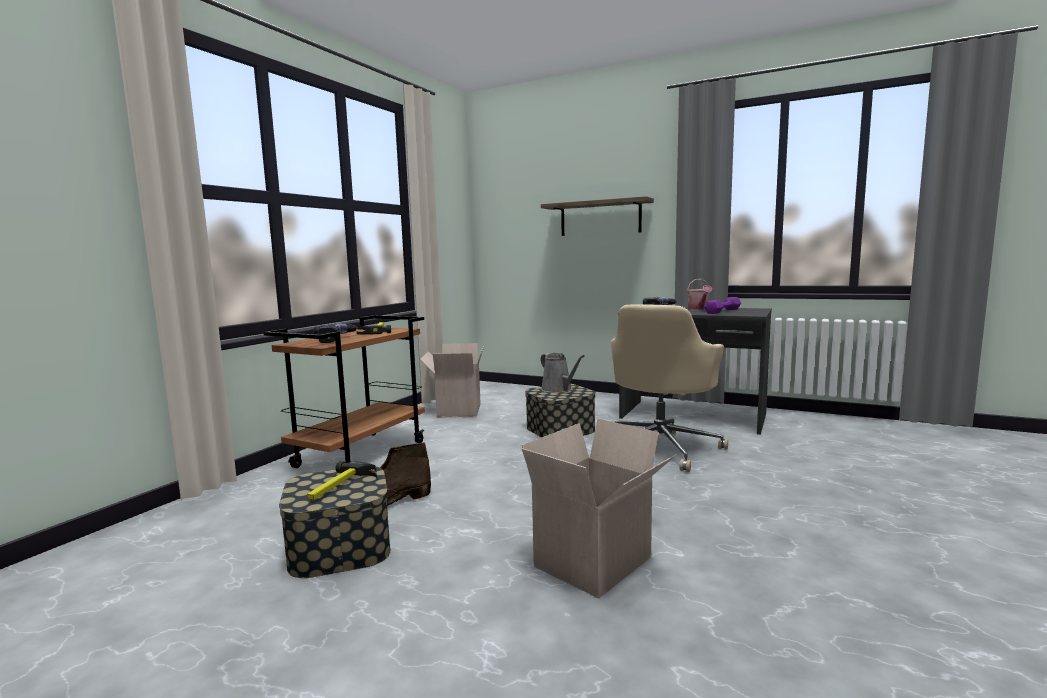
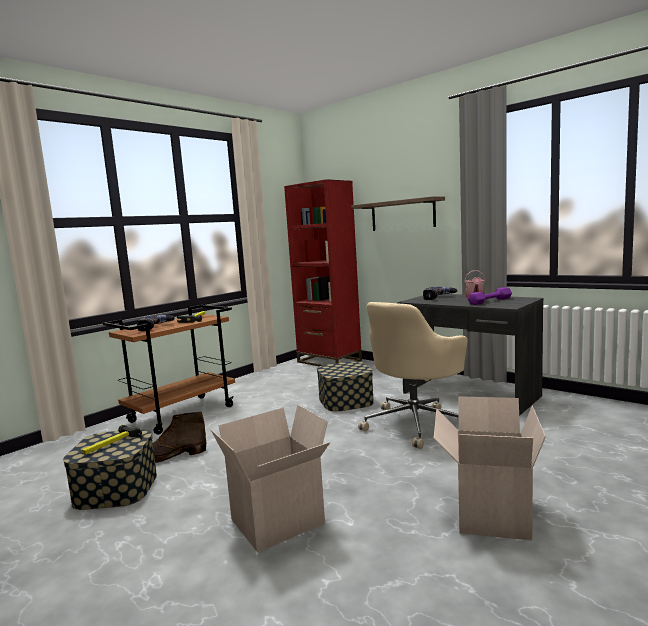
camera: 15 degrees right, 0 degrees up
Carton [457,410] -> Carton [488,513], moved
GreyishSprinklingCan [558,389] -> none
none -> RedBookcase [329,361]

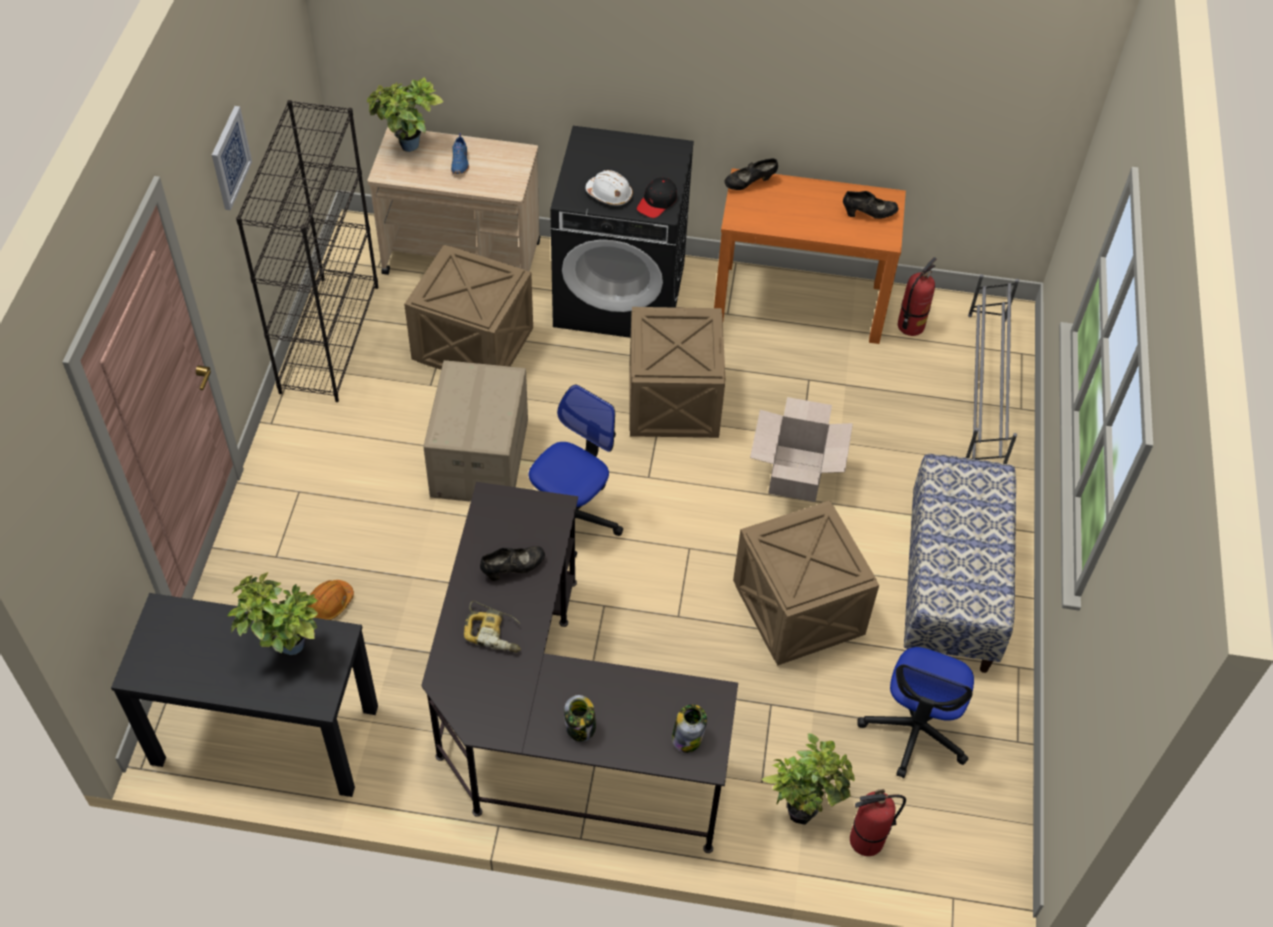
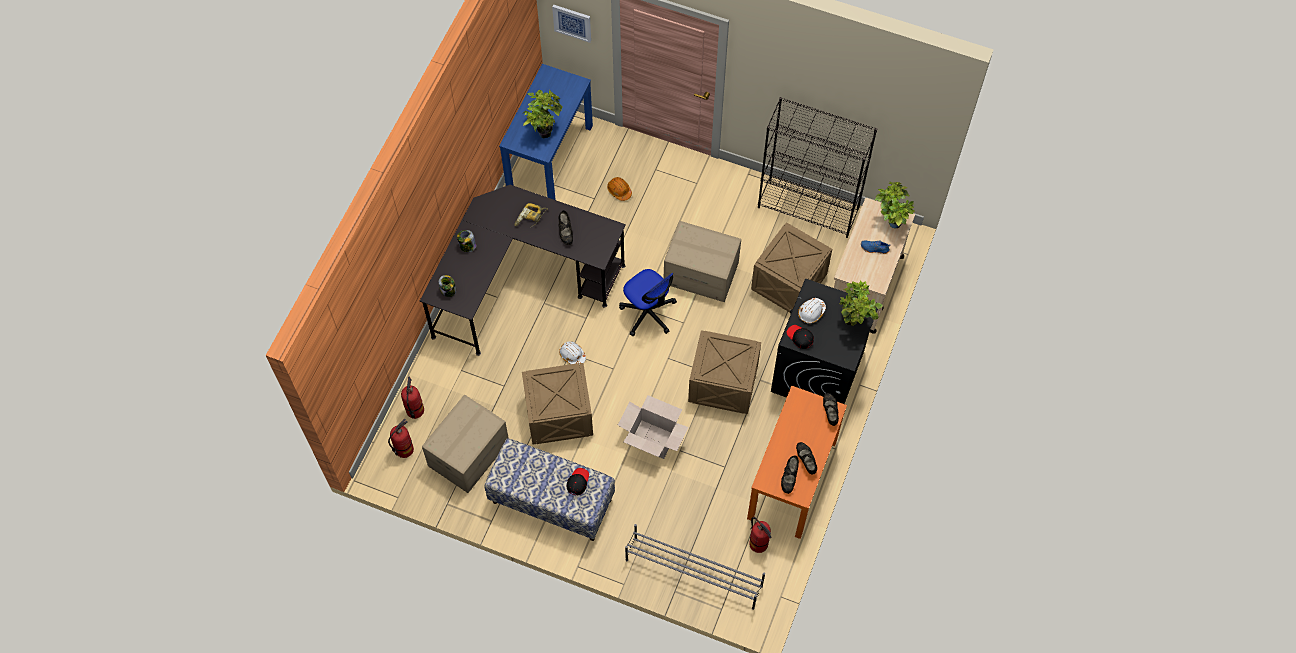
camera: 105 degrees right, 10 degrees up
Picture [229,158] -> Picture [572,22], moved
BlackishHallTable [264,735] -> BlueHallTable [550,156]
DeskChair [915,731] -> Carton [468,453]
Houseplant [802,807] -> Houseplant [854,322], moved
none -> WhiteColouredHardHat [572,355]
none -> Extinguisher [404,449]
none -> BlackishLowShoe [806,461]
none -> BlackishPeakedCap [578,482]

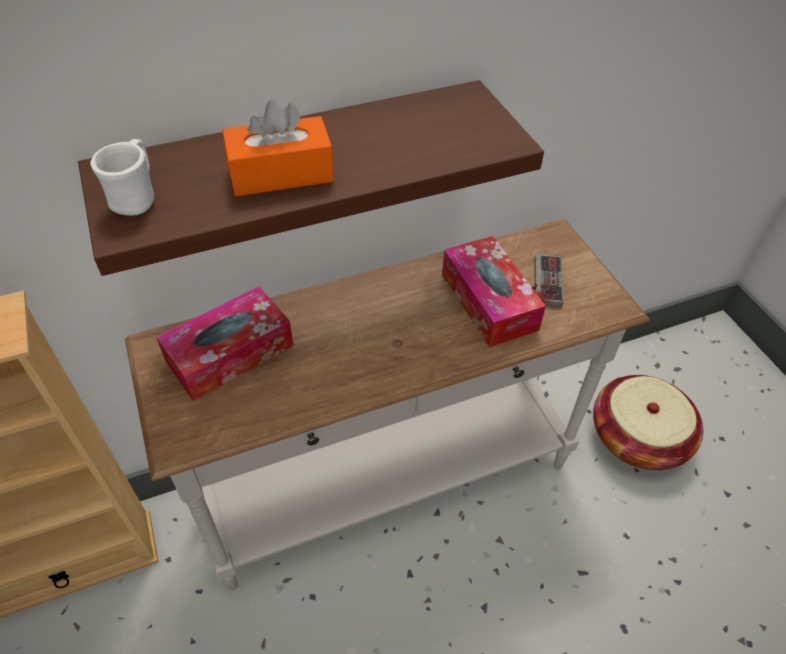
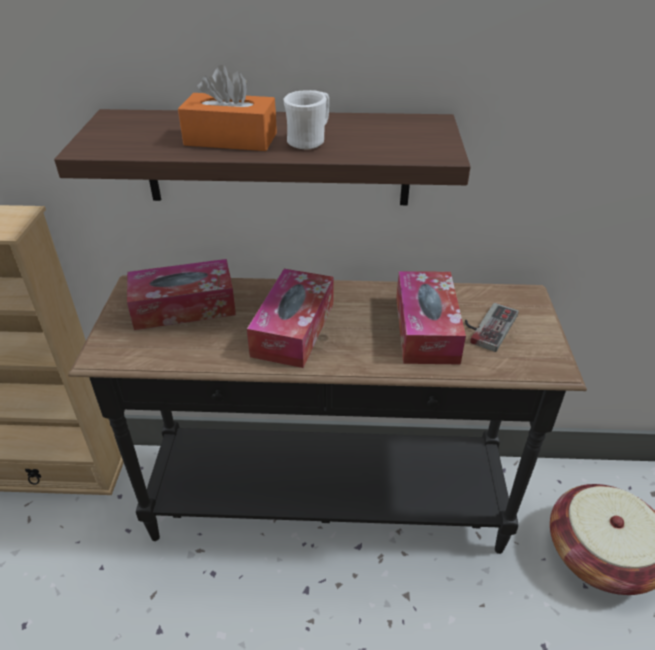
camera: 25 degrees right, 10 degrees down
WhiteColouredMug [137,198] -> WhiteColouredMug [310,141], moved
WhiteColouredHallTable [389,483] -> BlackishHallTable [327,505]
none -> TissueBox [293,329]

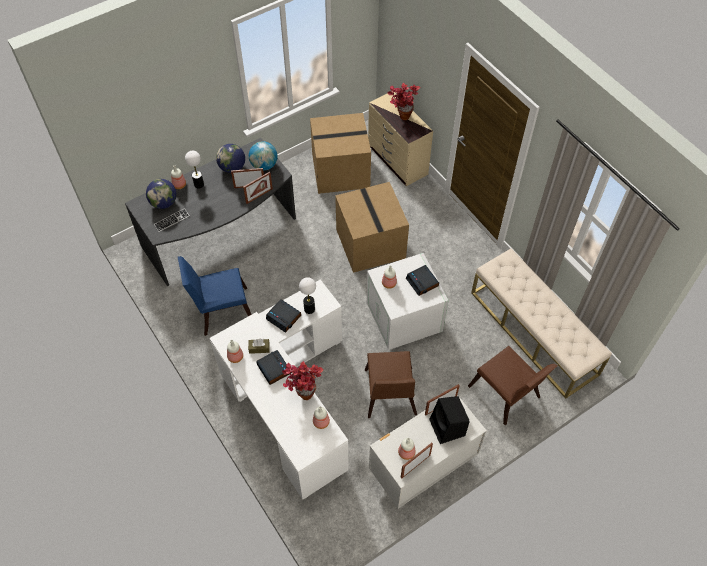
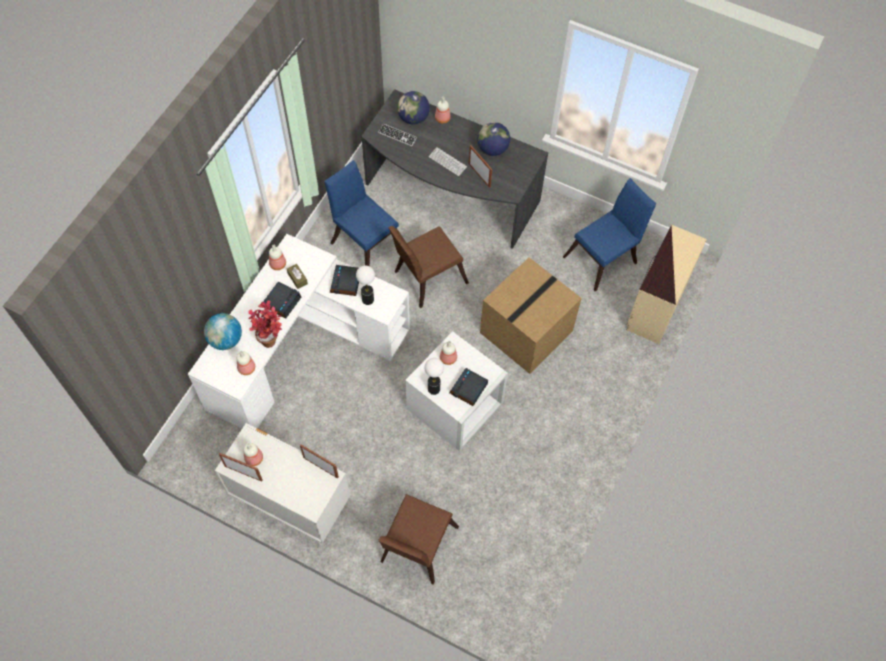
camera: 60 degrees right, 5 degrees up
Houseplant [401,115] -> none
Carton [341,170] -> BlueUprightChair [604,258]
WorldGlobe [264,165] -> WorldGlobe [226,340], moved
TableLamp [199,184] -> TableLamp [433,389], moved
PhotoFrame [259,196] -> none
BeigeColouredIndoorBench [533,333] -> none
BrownColouredUprightChair [389,396] -> BrownColouredUprightChair [426,278], moved
BlackishLoudspeaker [448,428] -> none
none -> PcKeyboard [447,162]

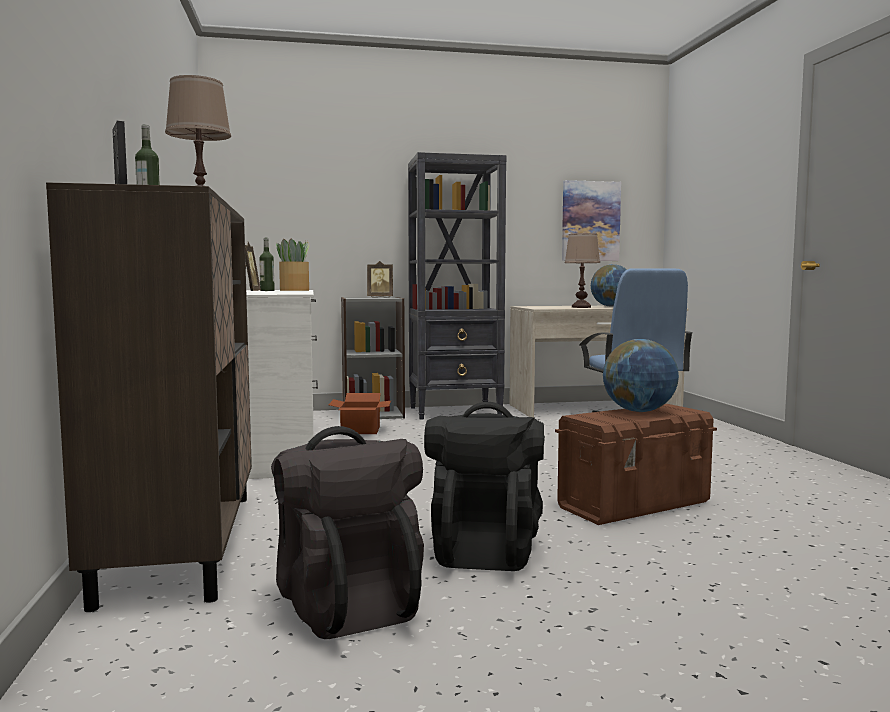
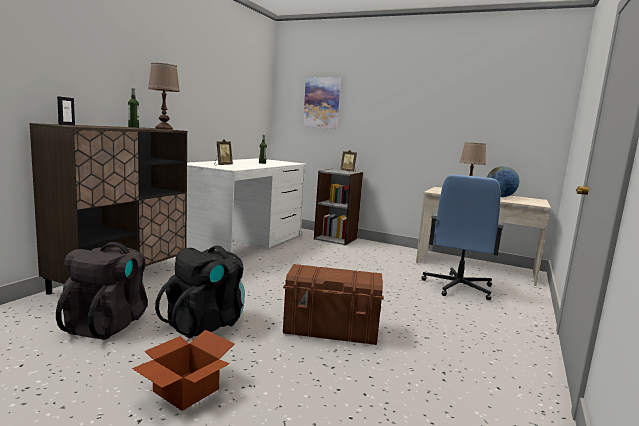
camera: 35 degrees right, 5 degrees up
BlackishBookcase [456,412] -> none
Picture [590,221] -> Picture [322,102], moved
Houseplant [295,290] -> none
WorldGlobe [639,411] -> none
Carton [359,430] -> Carton [184,390], moved

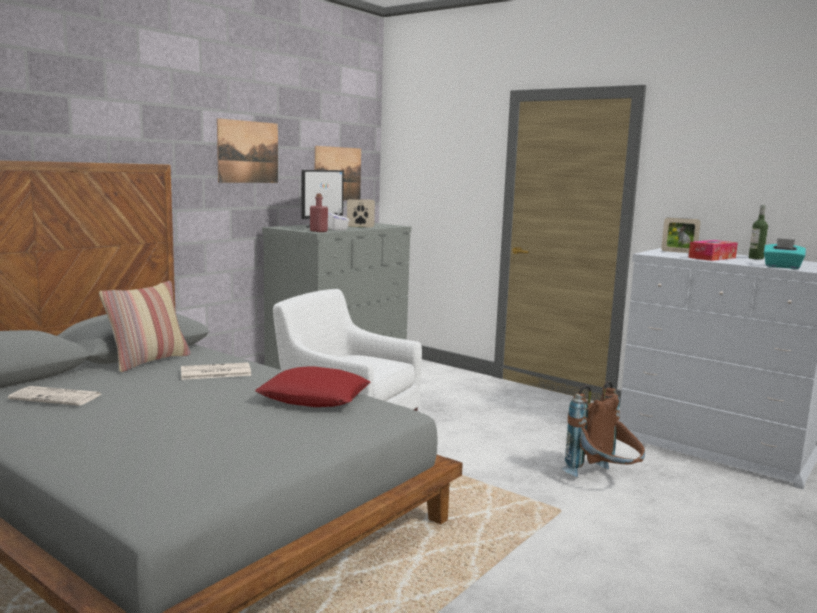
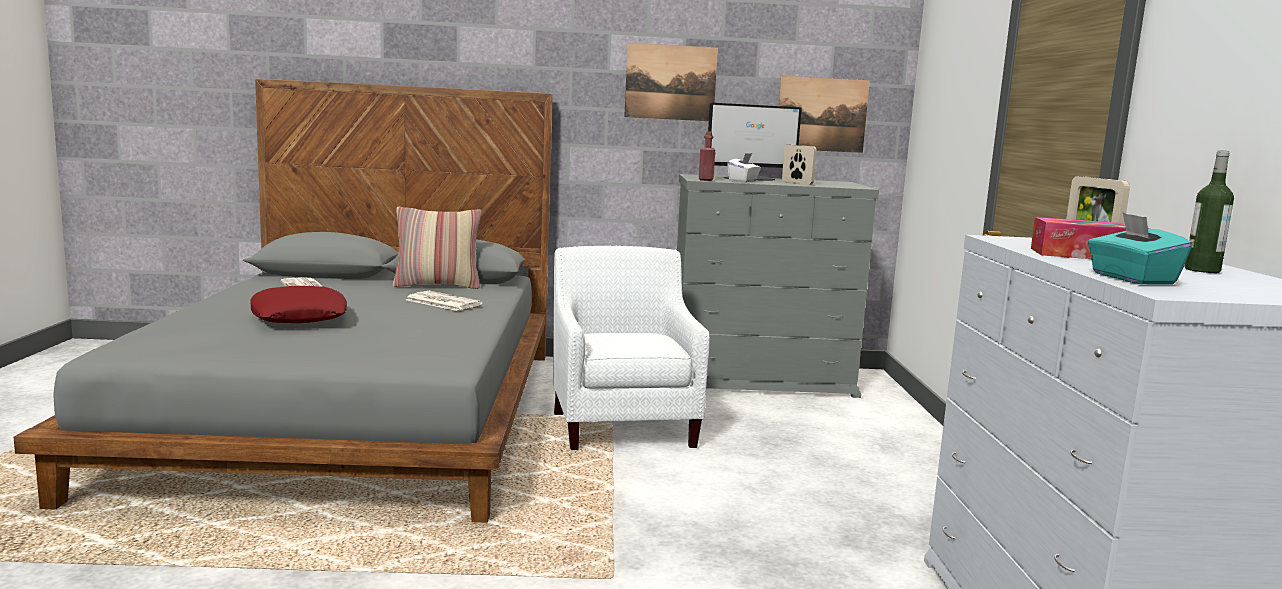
camera: 50 degrees right, 0 degrees up
RedPillow [314,397] -> RedPillow [298,316], moved
BrownColouredBackpack [604,480] -> none

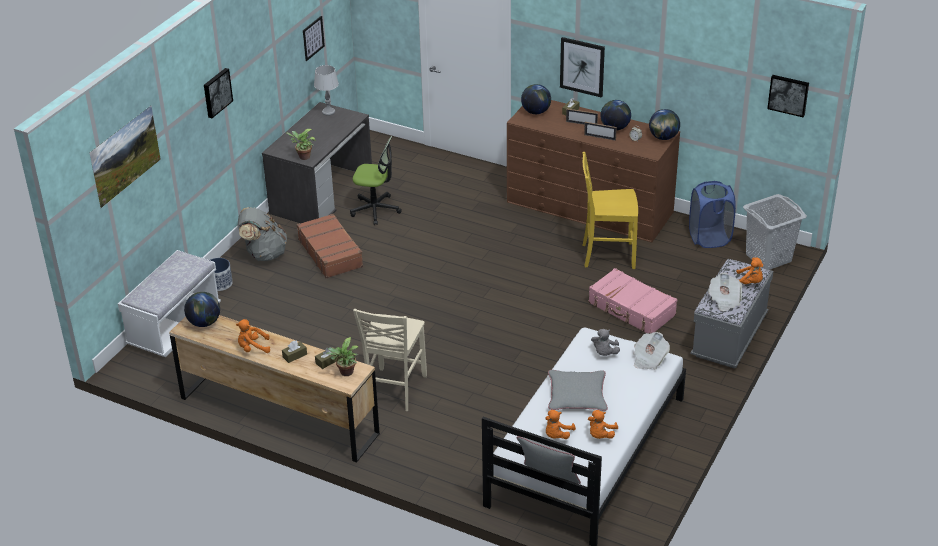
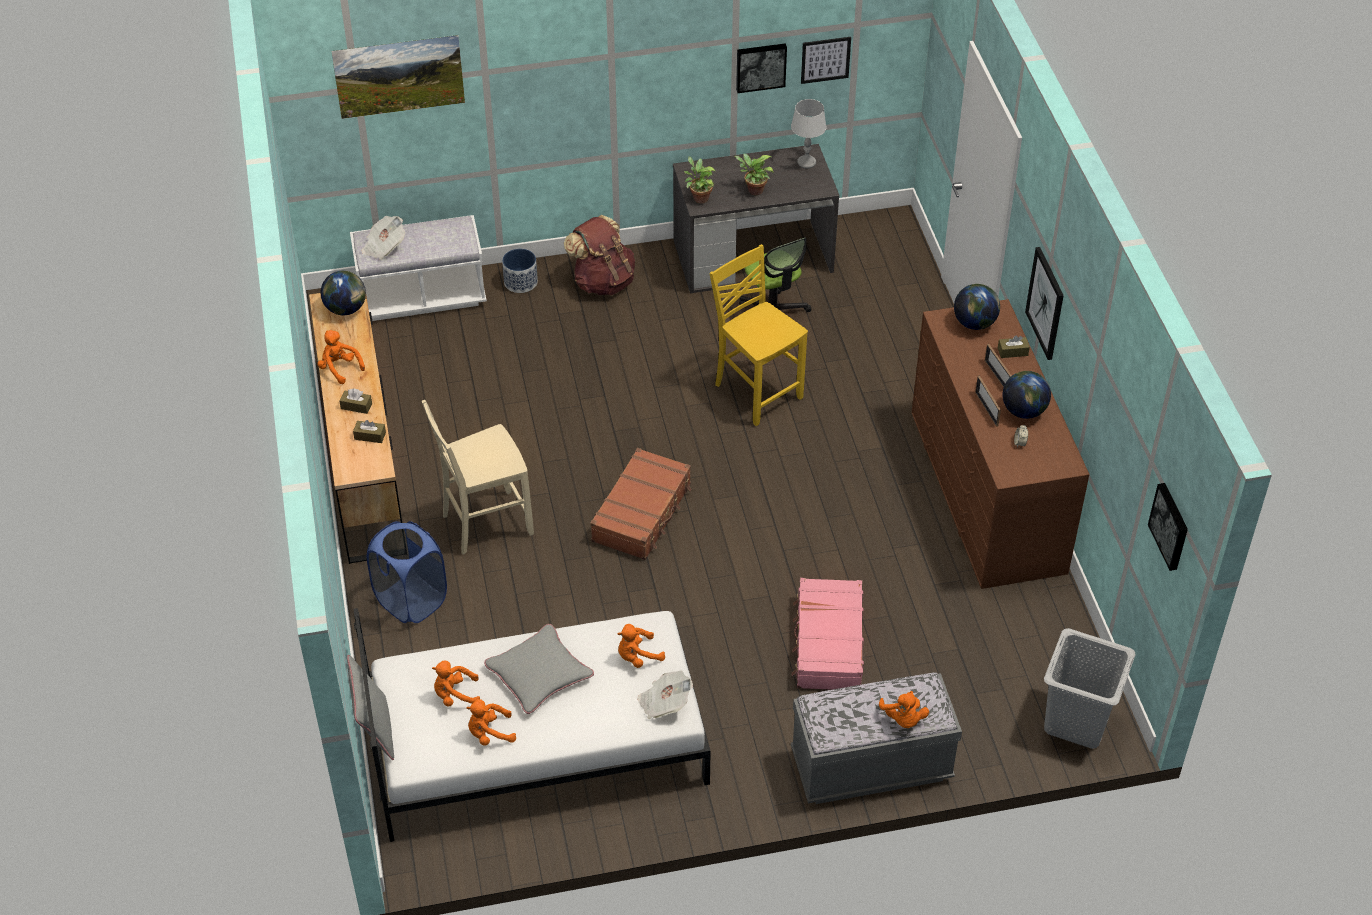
camera: 50 degrees right, 10 degrees up
Picture [216,92] -> Picture [760,66], moved
WorldGlobe [663,137] -> none
YellowishUprightChair [607,255] -> YellowishUprightChair [756,391], moved
BlueWashingBasket [709,238] -> BlueWashingBasket [411,600], moved
GreyishBackpack [264,254] -> BrownColouredBackpack [603,281]
BrownColouredPieceOfLuggage [330,253] -> BrownColouredPieceOfLuggage [642,513], moved
DailyPaper [724,300] -> DailyPaper [384,247], moved
GreyishCuddlyToy [604,353] -> OrangeColouredCuddlyToy [637,656]
Houseplant [345,373] -> Houseplant [753,191], moved

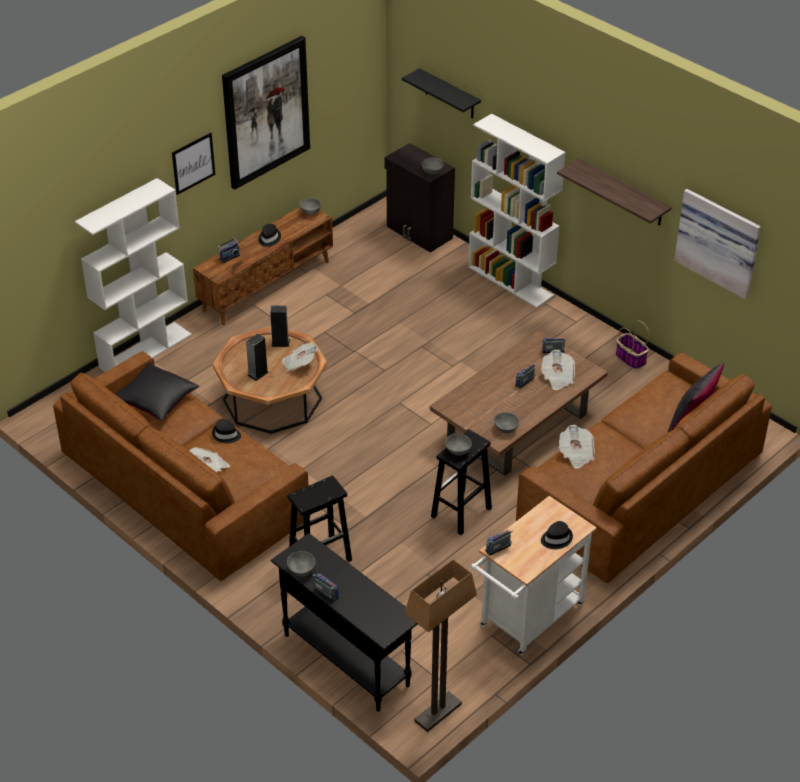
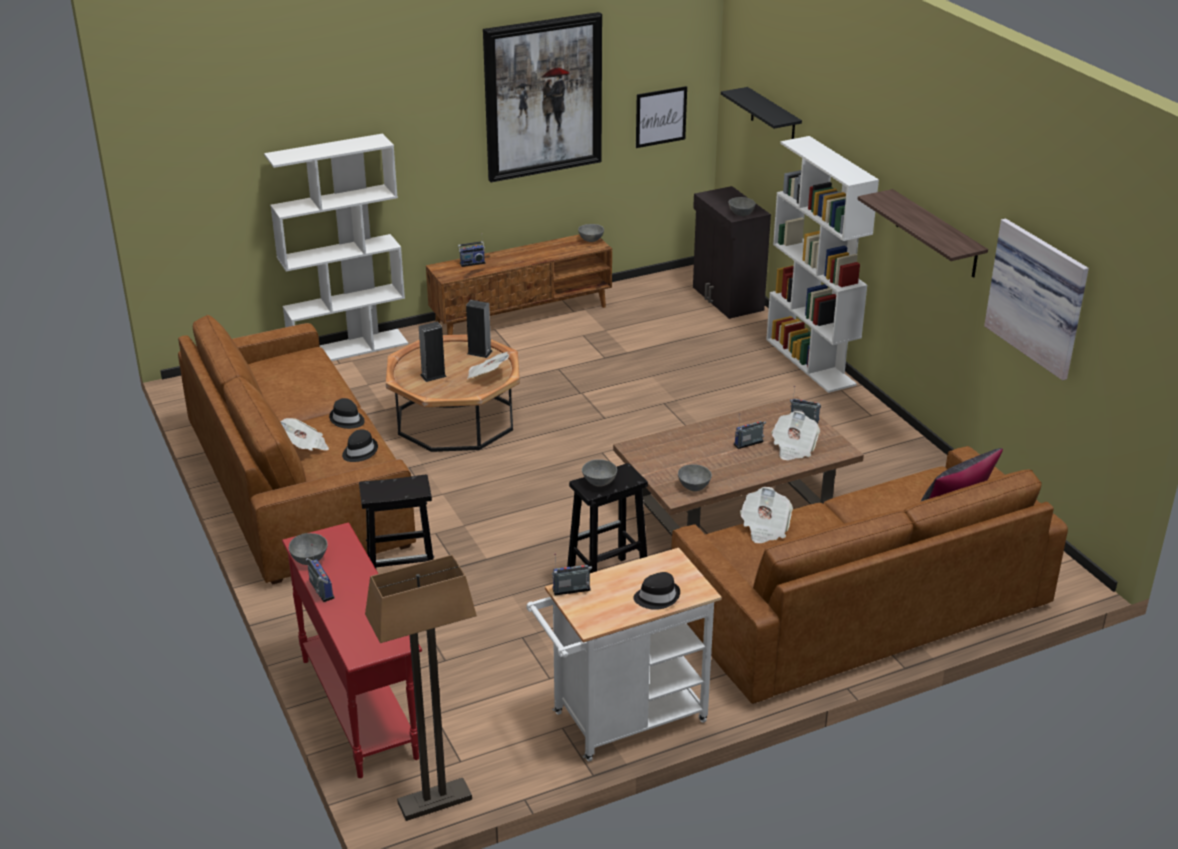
camera: 20 degrees right, 10 degrees down
Picture [193,163] -> Picture [661,117], moved
BlackishHat [269,239] -> BlackishHat [359,451], moved
StorageBasket [630,358] -> none
BlackishPillow [156,400] -> none
BlackishHallTable [346,659] -> RedHallTable [359,707]

